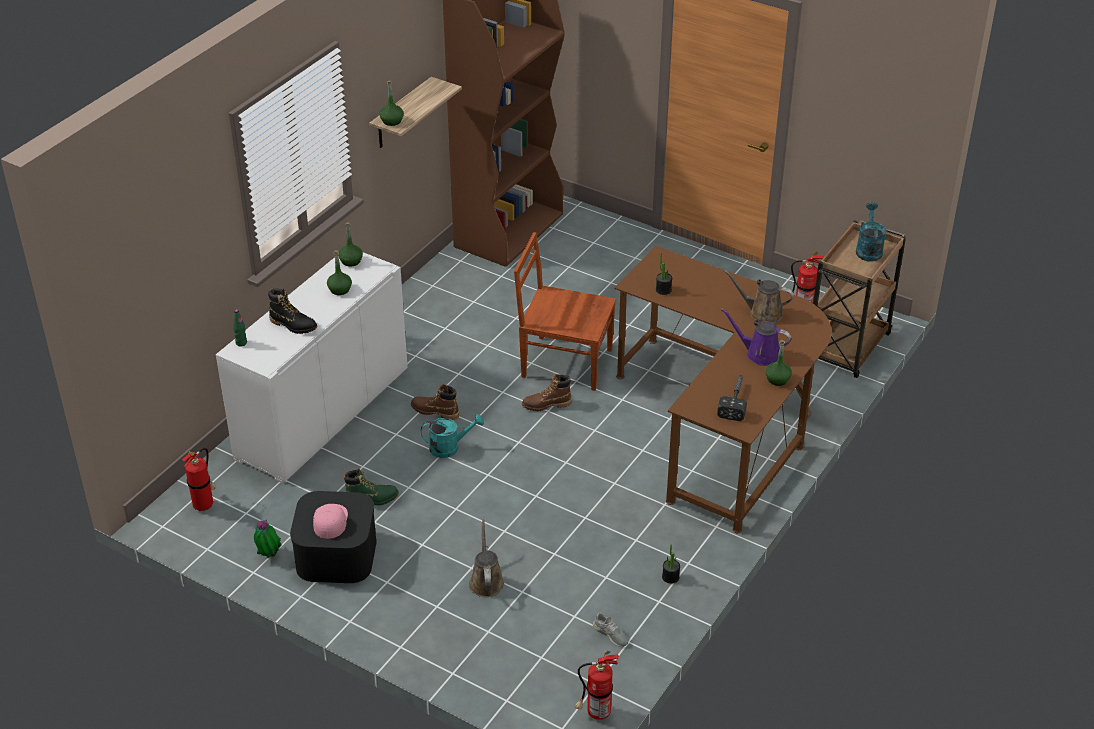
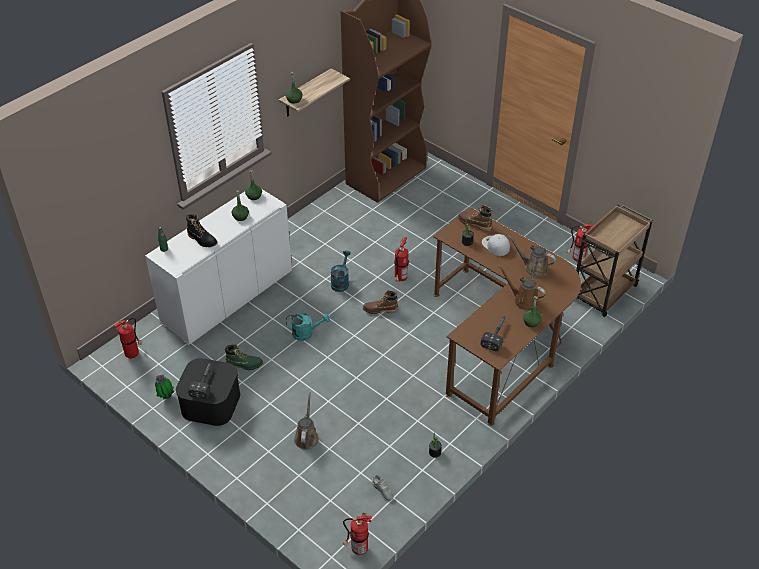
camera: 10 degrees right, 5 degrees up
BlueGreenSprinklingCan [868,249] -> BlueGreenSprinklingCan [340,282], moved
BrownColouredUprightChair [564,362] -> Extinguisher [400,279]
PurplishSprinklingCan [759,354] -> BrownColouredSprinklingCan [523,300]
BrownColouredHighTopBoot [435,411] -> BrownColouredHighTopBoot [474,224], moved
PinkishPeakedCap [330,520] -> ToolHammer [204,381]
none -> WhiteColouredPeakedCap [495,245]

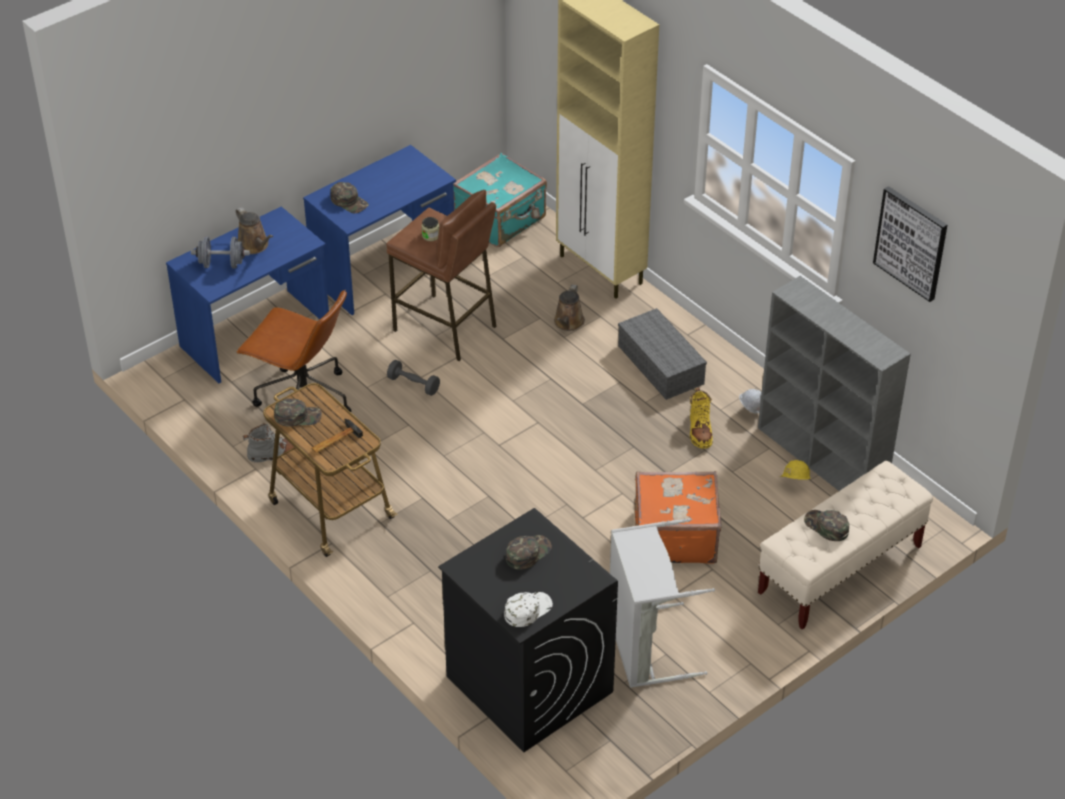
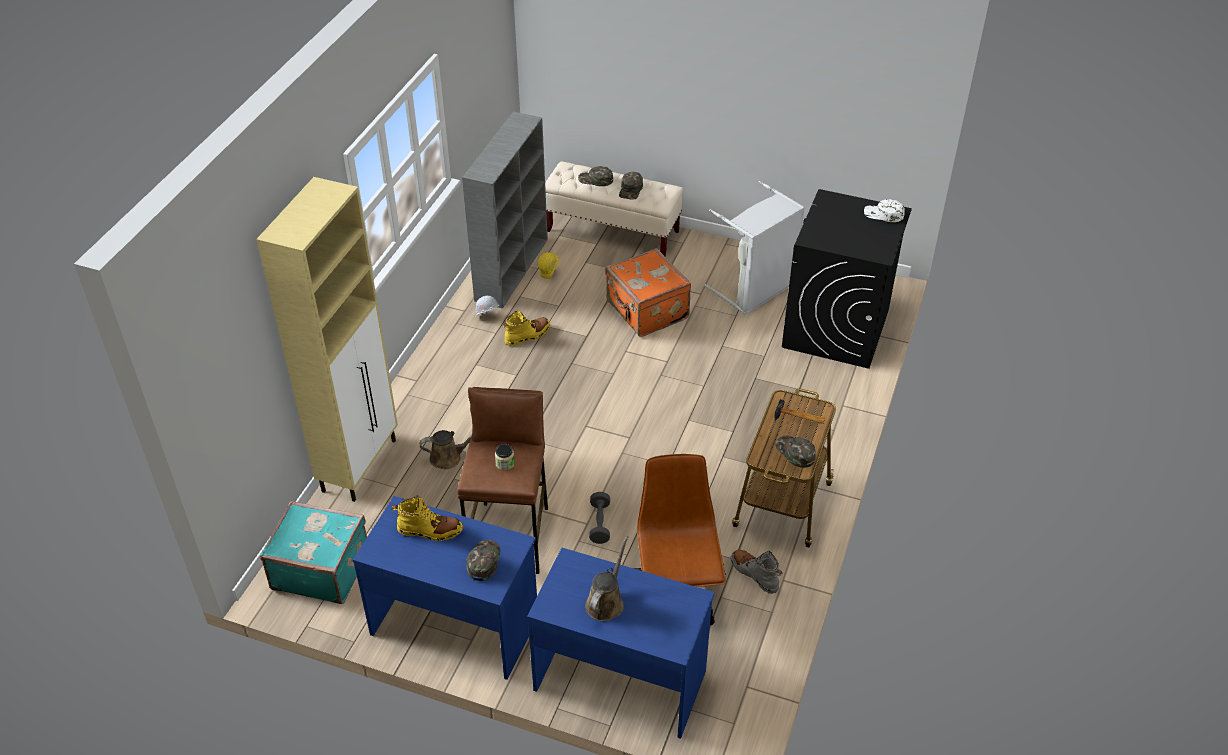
camera: 120 degrees left, 0 degrees up
Picture [911,243] -> none
GreyishFreeWeight [222,264] -> none
GreyishStorageContainer [662,365] -> none
GreenPeakedCap [527,553] -> GreenPeakedCap [595,180], moved
none -> YellowishHighTopBoot [430,530]

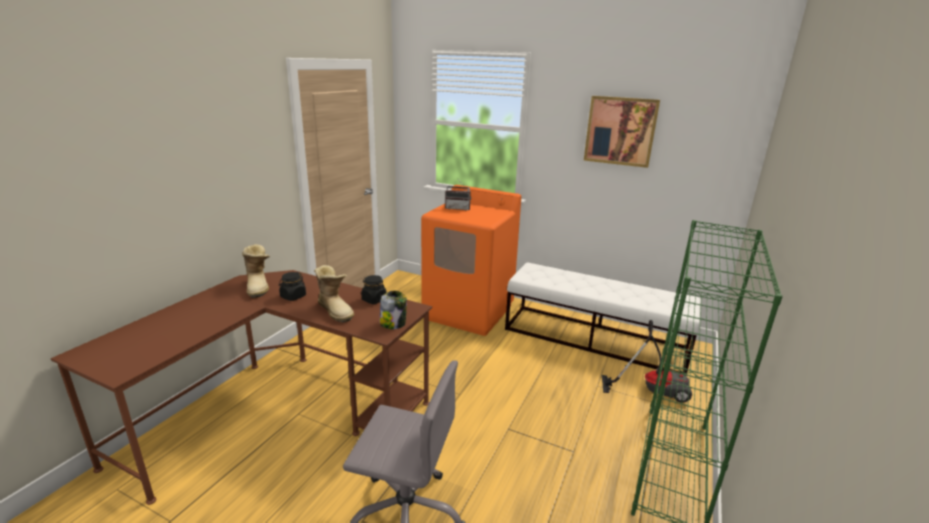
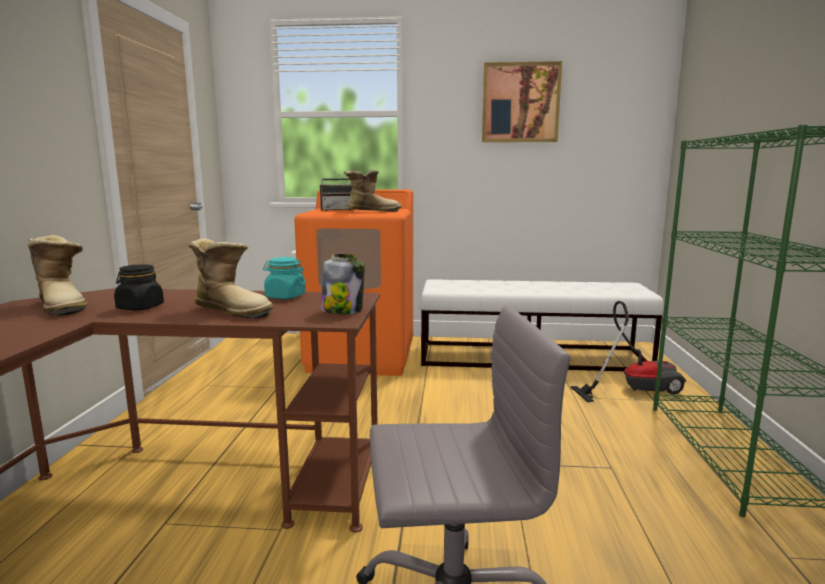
camera: 20 degrees left, 10 degrees down
BlackishStorageJar [374,299] -> BlueGreenStorageJar [285,296]
none -> HighTopBoot [372,211]

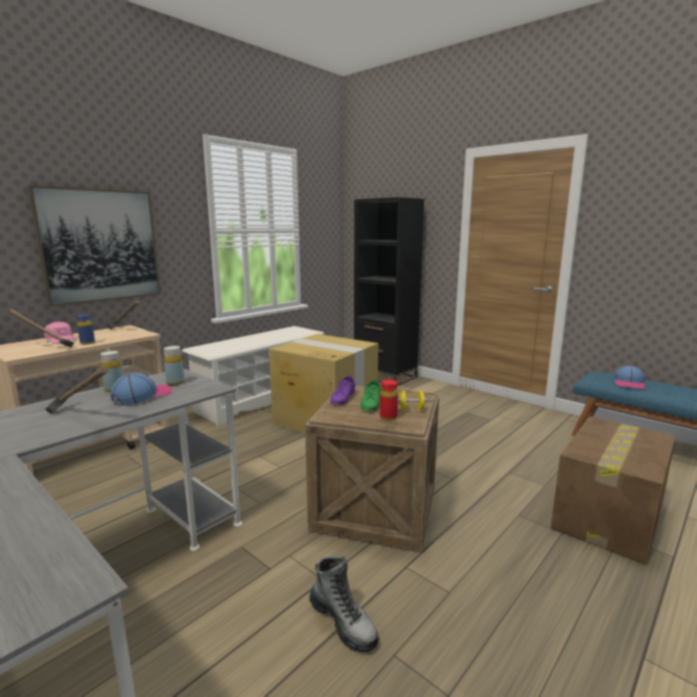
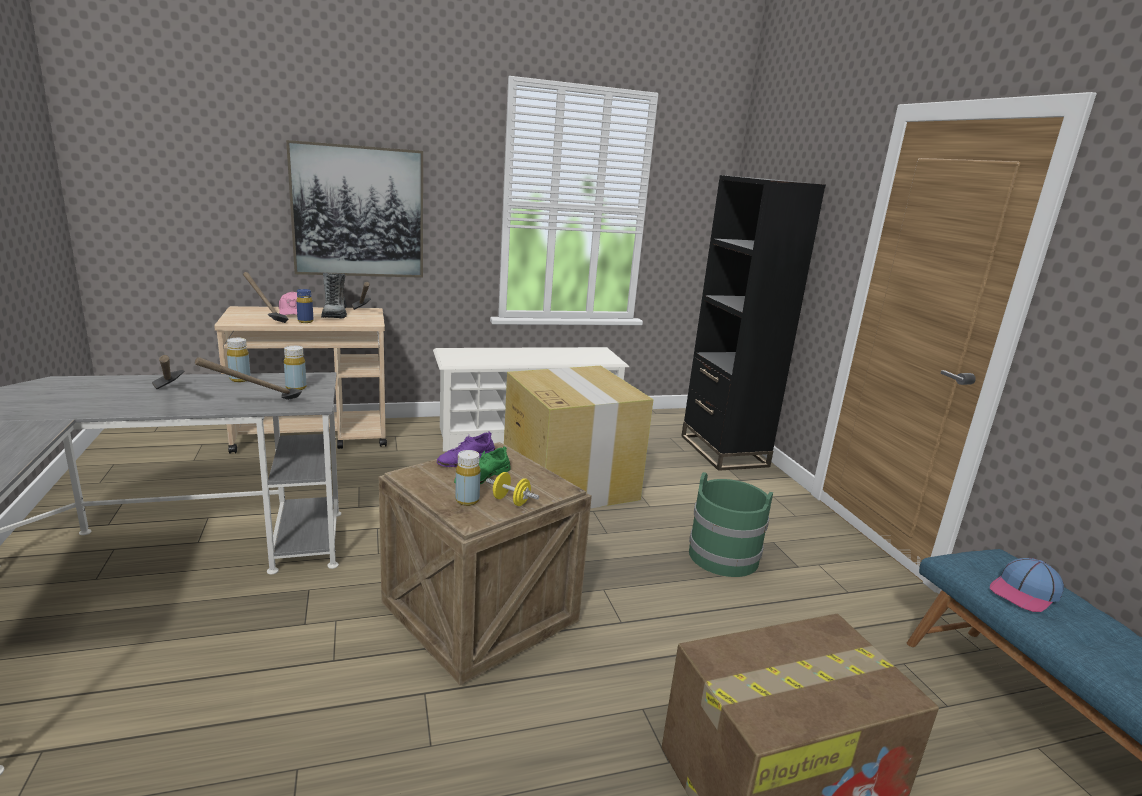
camera: 30 degrees right, 5 degrees up
PeakedCap [142,396] -> none
RedBottle [388,417] -> YellowishBottle [467,500]
HighTopBoot [343,622] -> HighTopBoot [335,314], moved
none -> ToolHammer [257,408]
none -> GreenBucket [724,556]

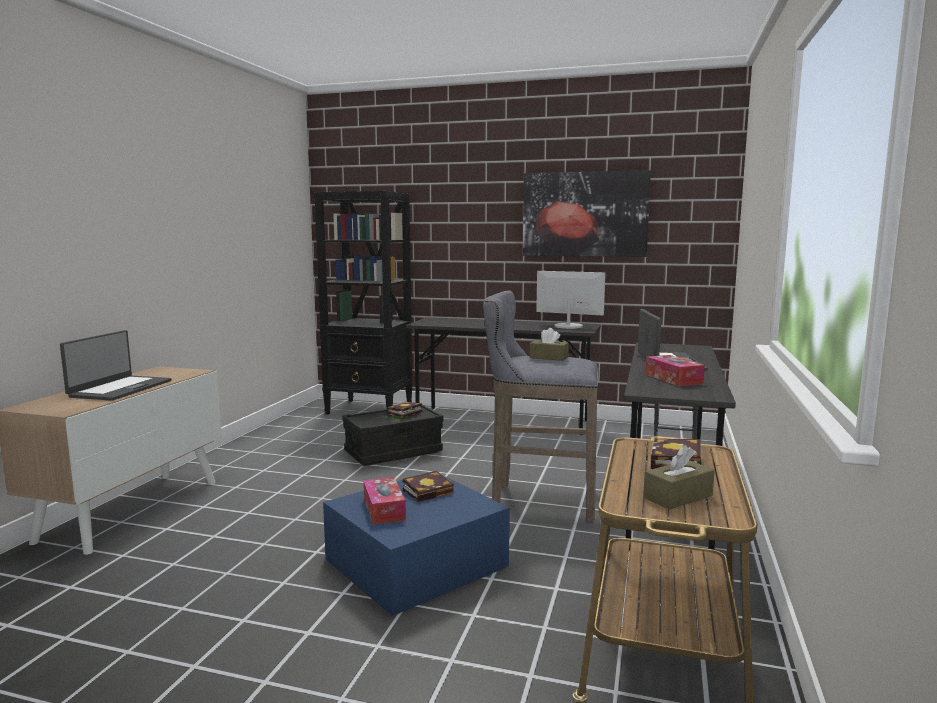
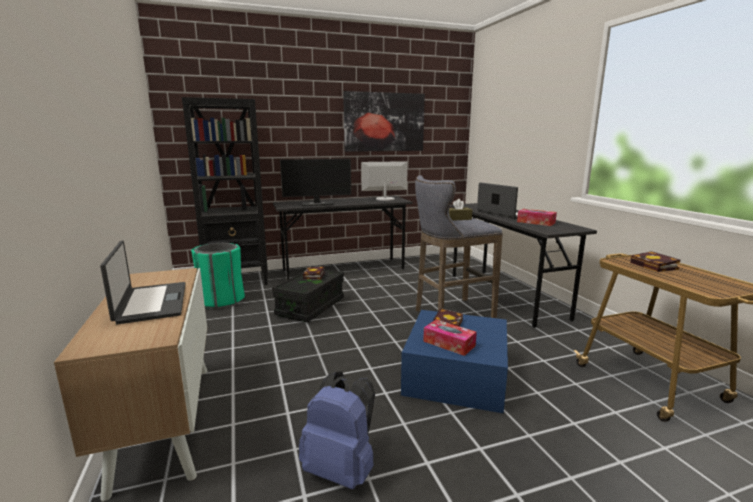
camera: 35 degrees left, 5 degrees up
BrownColouredTissueBox [678,496] -> none
none -> ComputerDisplay [317,204]
none -> GreenRubbishBin [221,301]
none -> BlueBackpack [341,469]

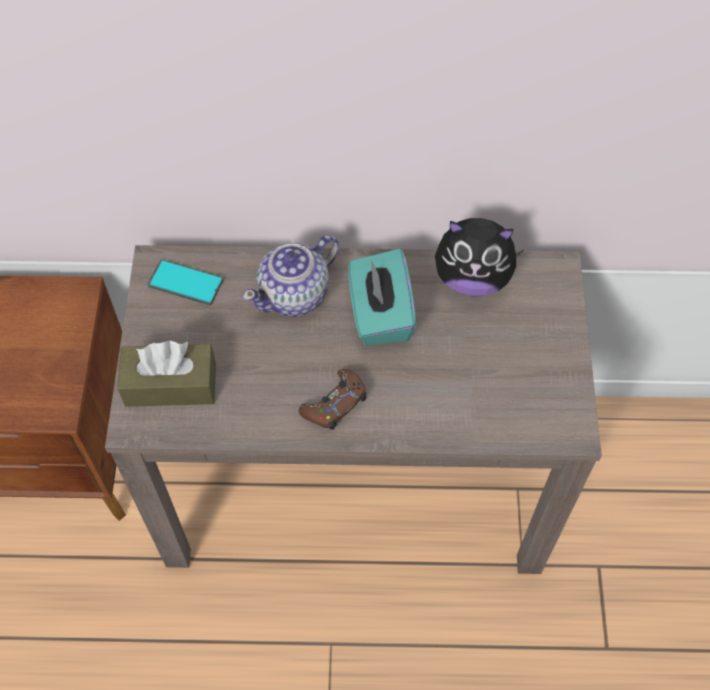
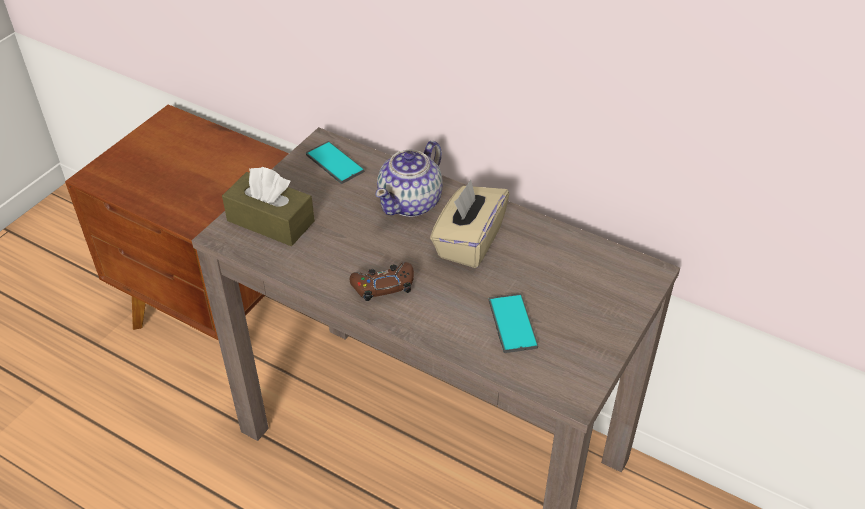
camera: 30 degrees right, 15 degrees down
CuddlyToy [472,278] -> none
Teapot [295,294] -> Teapot [411,202], 45 degrees counterclockwise
BlueGreenTissueBox [380,314] -> BeigeColouredTissueBox [468,242]
none -> Phone [512,323]

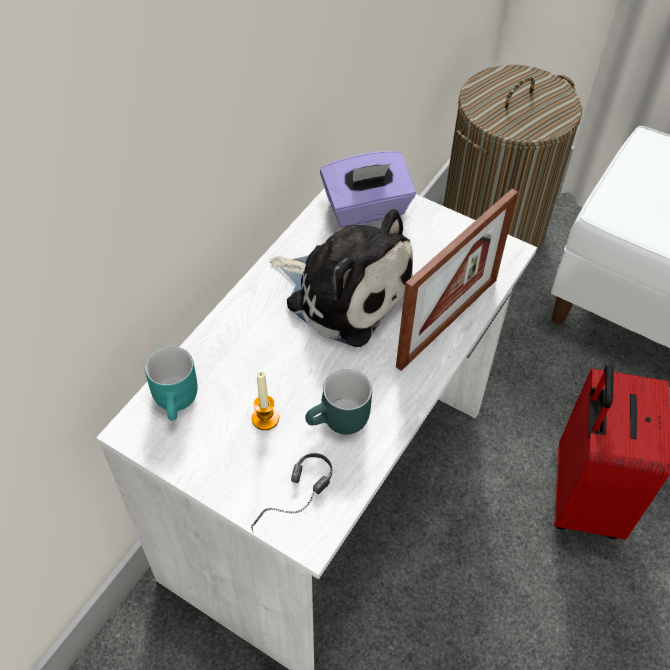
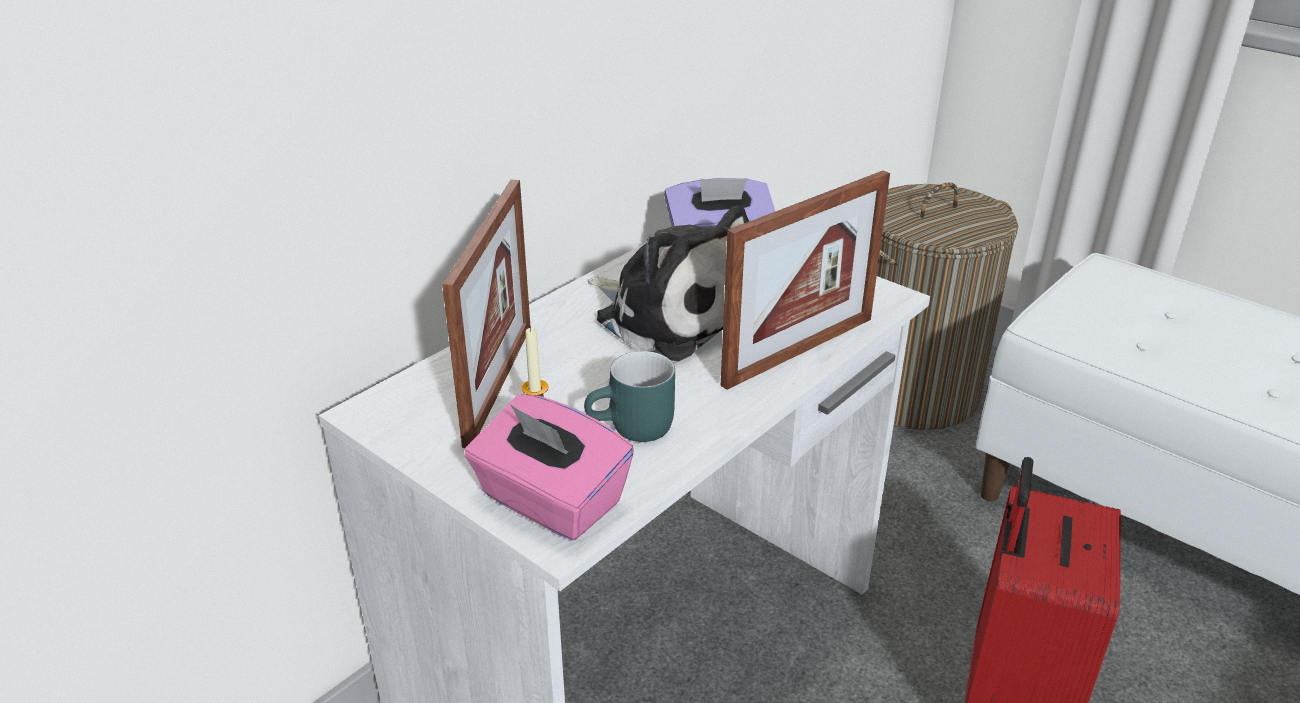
camera: 10 degrees right, 20 degrees down
BlueGreenMug [179,401] -> none
Headphones [295,503] -> PinkishTissueBox [550,502]
none -> PhotoFrame [499,383]

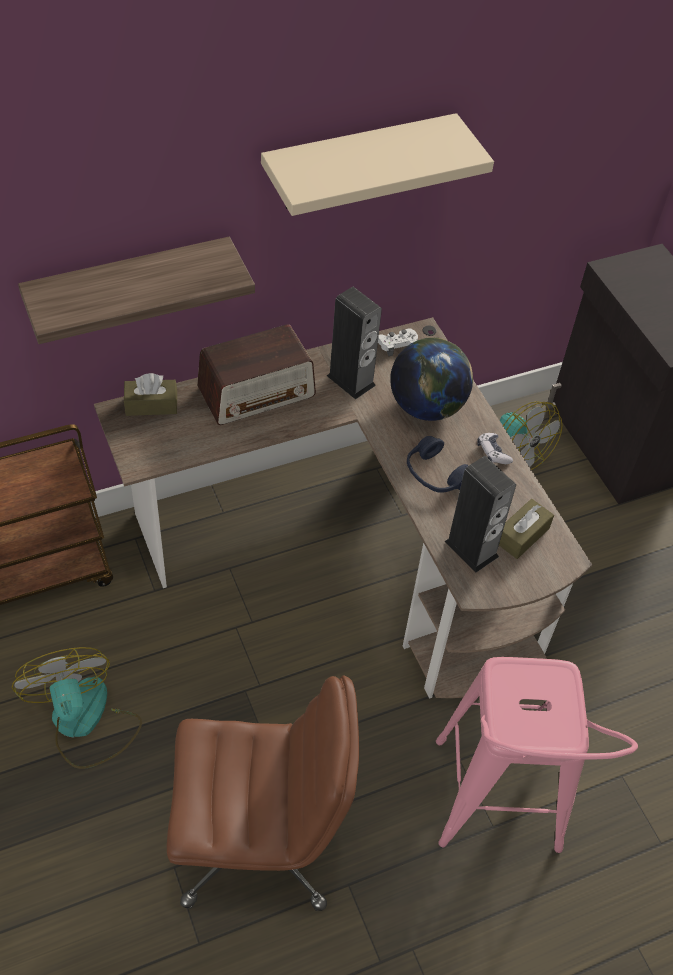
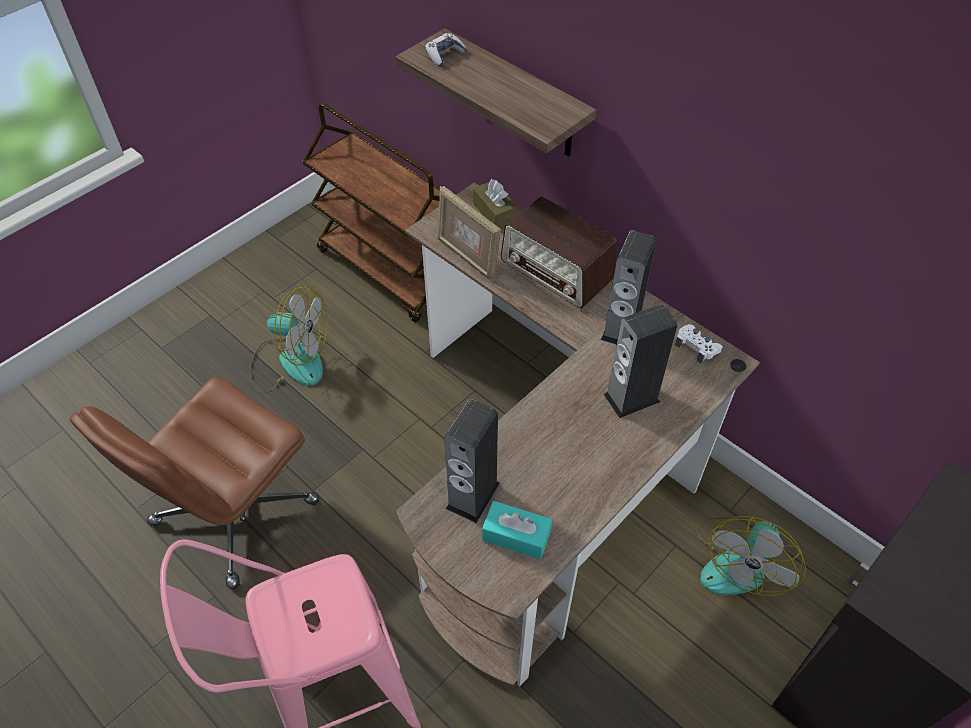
camera: 70 degrees right, 0 degrees up
BeigeColouredBracketShelf [358,163] -> none
WorldGlobe [426,407] -> Loudspeaker [631,398]
GameController [493,453] -> GameController [445,55], moved
BlueHeadphones [434,474] -> none
BrownColouredTissueBox [522,535] -> BlueGreenTissueBox [516,536]
CoolingFan [84,722] -> CoolingFan [290,361], 60 degrees clockwise
BrownColouredDeskChair [259,839] -> BrownColouredDeskChair [234,514], 60 degrees clockwise
none -> PhotoFrame [467,257]

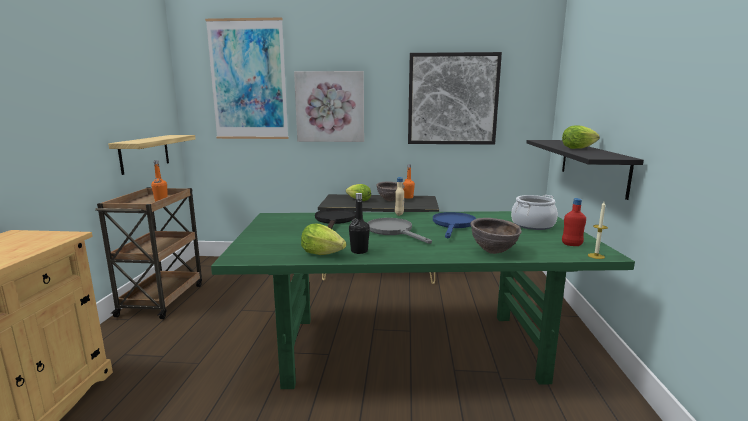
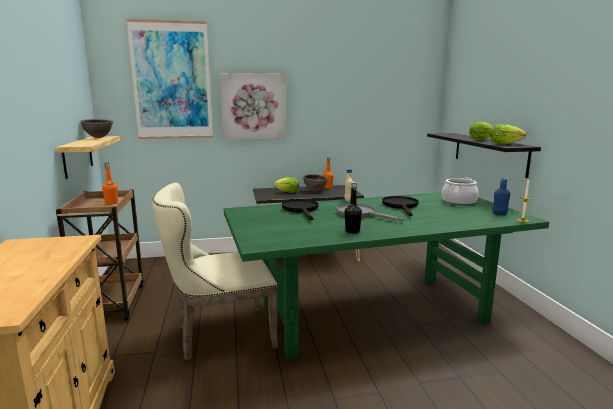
camera: 15 degrees left, 0 degrees up
Picture [452,99] -> none
RedBottle [571,245] -> BlueBottle [499,214]
BluePan [453,225] -> BlackishPan [401,206]
BrownColouredDeepDish [493,252] -> BrownColouredDeepDish [98,137], moved
Lettuce [322,253] -> Lettuce [504,144], moved
none -> BeigeColouredUprightChair [219,335]

